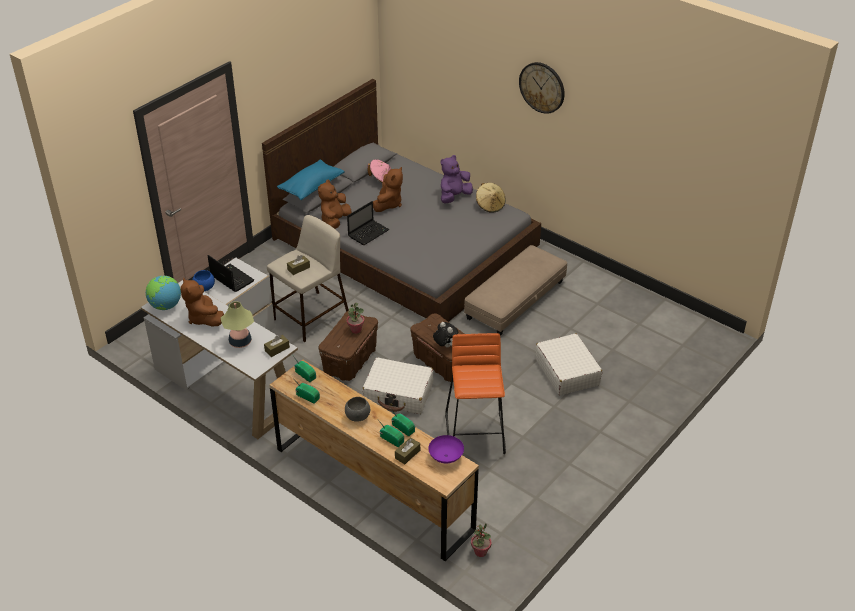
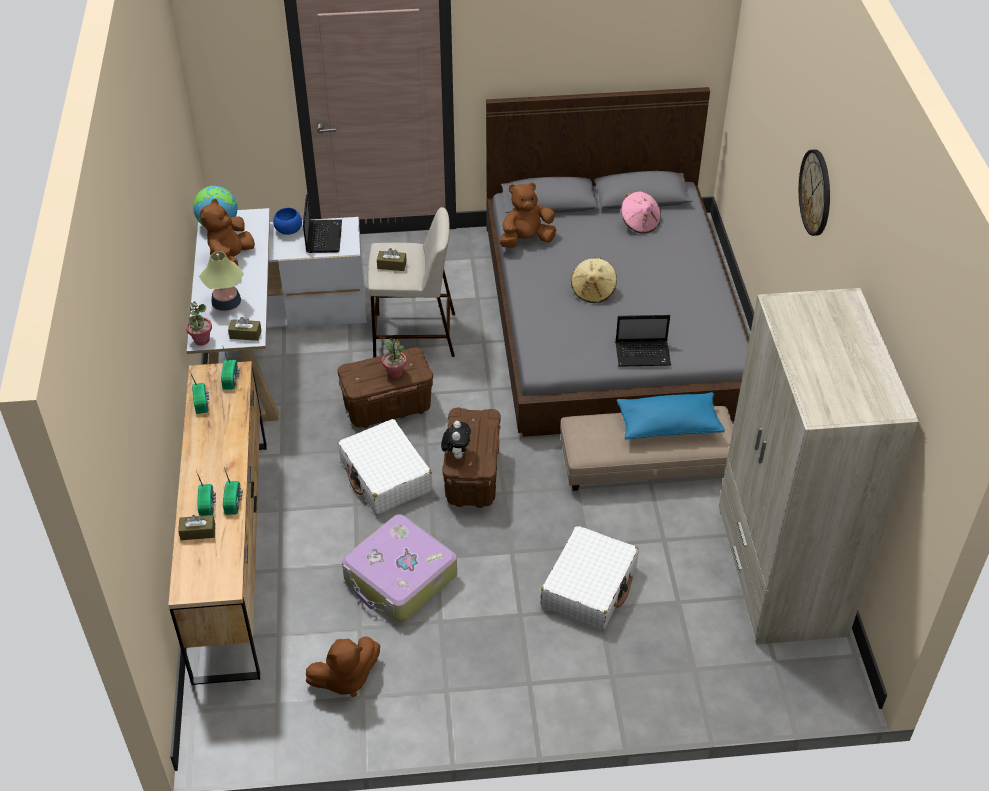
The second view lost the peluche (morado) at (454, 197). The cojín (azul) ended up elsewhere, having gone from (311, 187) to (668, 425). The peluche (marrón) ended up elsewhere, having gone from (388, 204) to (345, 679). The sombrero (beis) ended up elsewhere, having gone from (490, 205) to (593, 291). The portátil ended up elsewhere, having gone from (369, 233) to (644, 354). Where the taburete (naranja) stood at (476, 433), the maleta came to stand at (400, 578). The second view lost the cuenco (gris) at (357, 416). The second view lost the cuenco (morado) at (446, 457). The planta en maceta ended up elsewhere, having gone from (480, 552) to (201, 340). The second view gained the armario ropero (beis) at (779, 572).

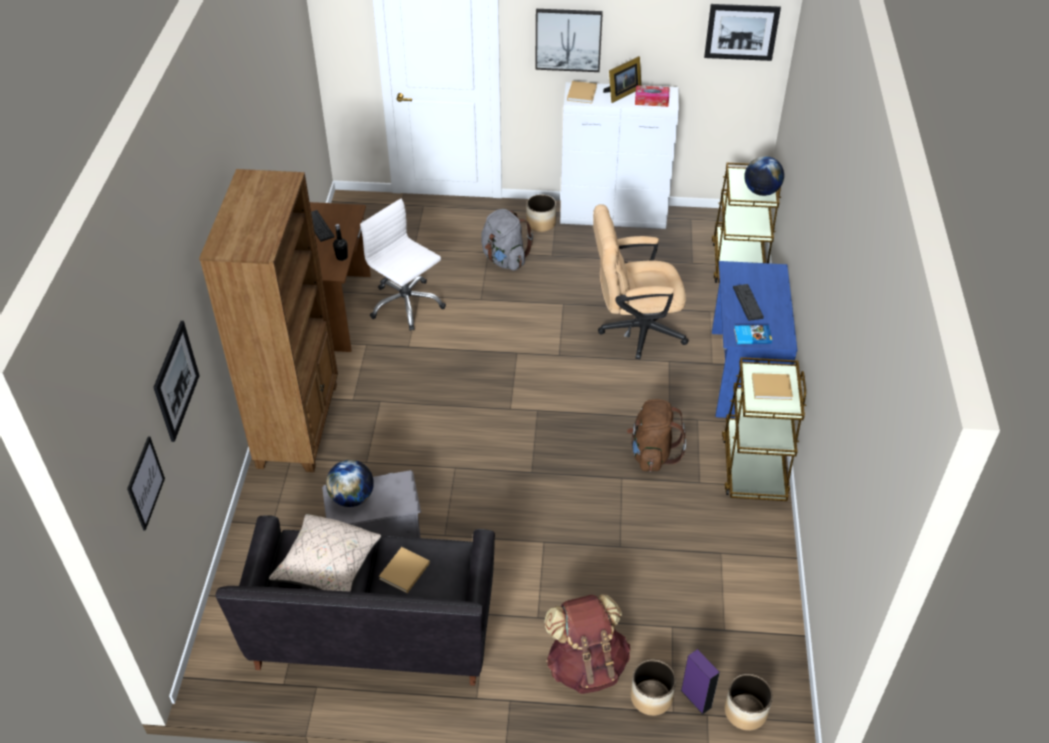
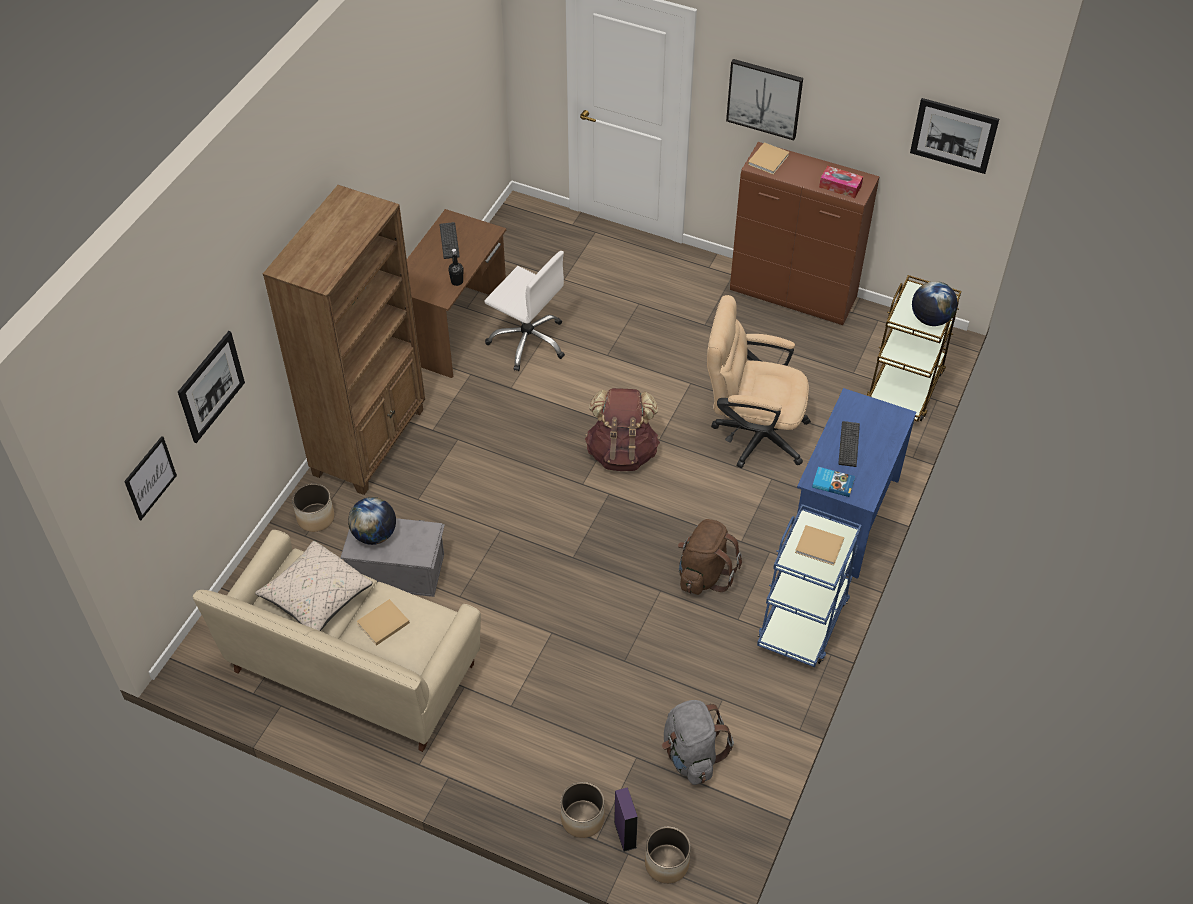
The second view lost the portarretratos at (621, 93). What was the armario (blanco) at (614, 216) turned into the armario (marrón) at (794, 295). The maceta ended up elsewhere, having gone from (540, 223) to (315, 517). The silla de oficina (blanco) at (406, 305) ended up facing another way, 150 degrees clockwise from before. The mochila (gris) ended up elsewhere, having gone from (504, 259) to (691, 755). What was the carrito (marrón) at (753, 466) turned into the carrito (azul) at (803, 619). What was the sofá (negro) at (373, 629) turned into the sofá (beis) at (353, 668). The mochila (marrón) ended up elsewhere, having gone from (586, 665) to (622, 452).

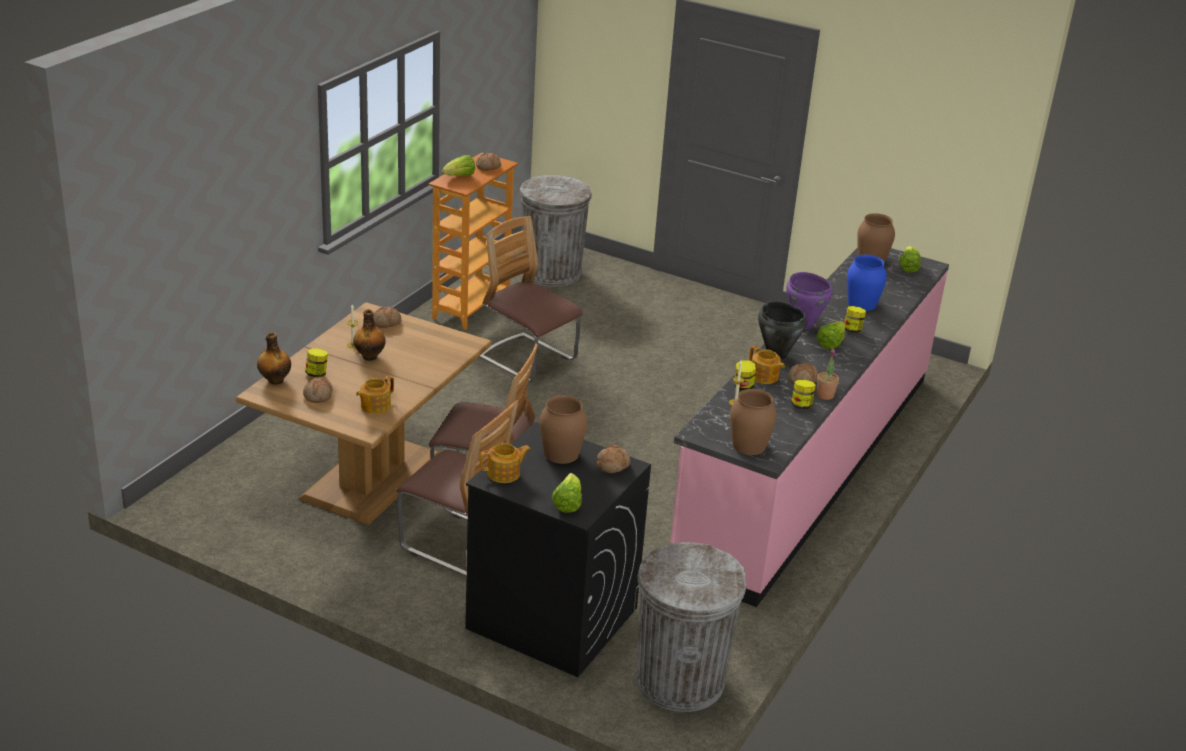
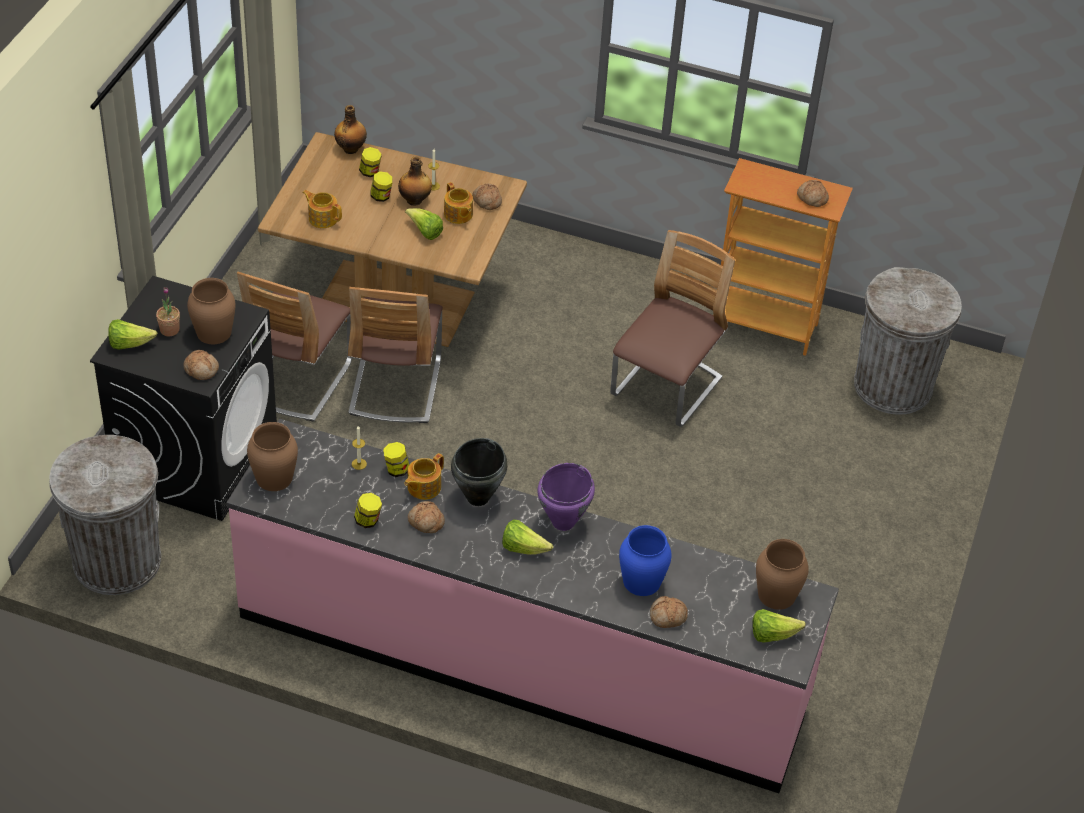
The lechuga ended up elsewhere, having gone from (459, 177) to (425, 232). The tarro ended up elsewhere, having gone from (852, 330) to (381, 196). The planta en maceta ended up elsewhere, having gone from (825, 395) to (169, 330). The pan ended up elsewhere, having gone from (318, 395) to (668, 617). The tetera ended up elsewhere, having gone from (504, 474) to (458, 215).

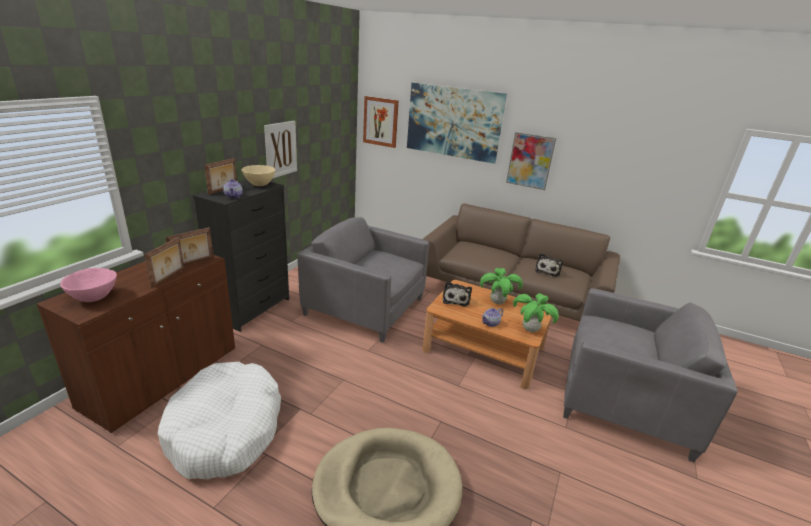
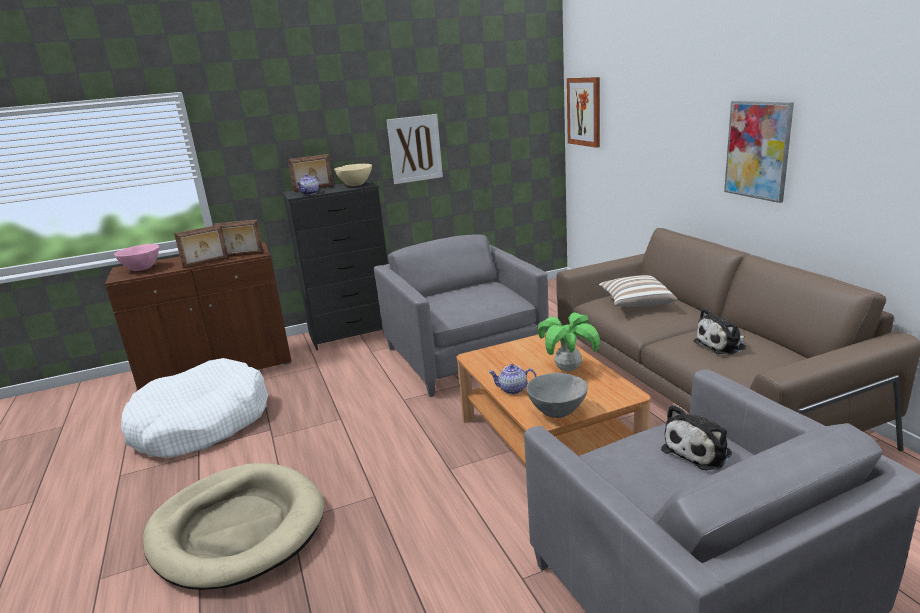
The second view lost the cuadro at (453, 122). The peluche ended up elsewhere, having gone from (456, 299) to (699, 451). Where the planta en maceta stood at (530, 330), the cuenco (gris) came to stand at (557, 413). The second view gained the cojín at (635, 303).

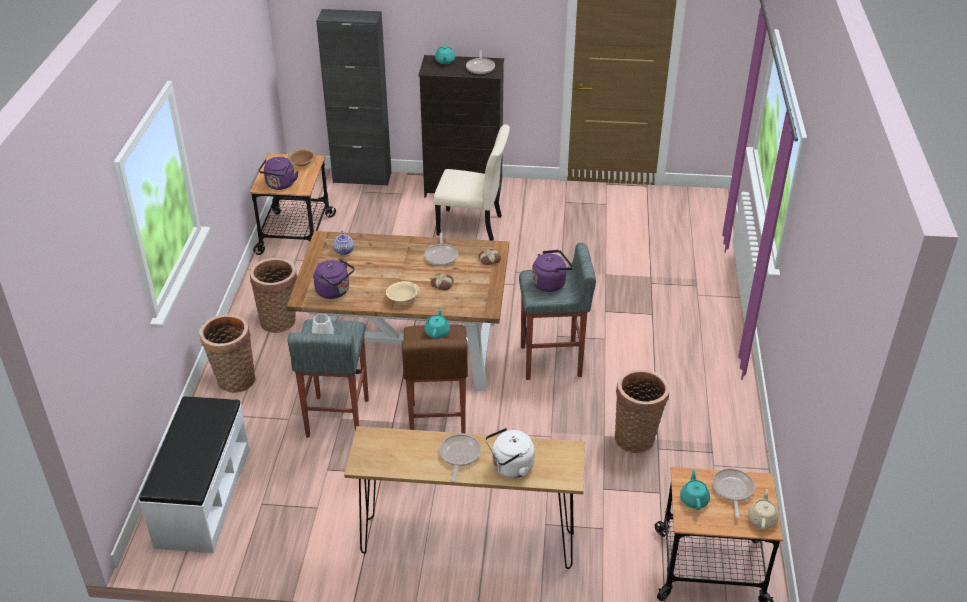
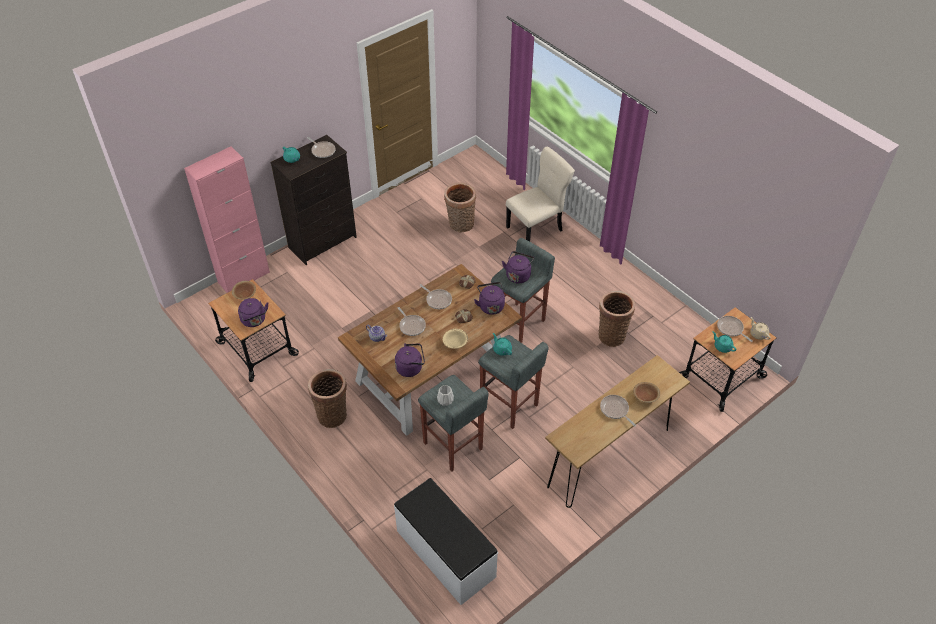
What was the armario (negro) at (362, 177) turned into the armario (rosa) at (244, 277). The silla (beis) ended up elsewhere, having gone from (472, 226) to (536, 228). The cesta ended up elsewhere, having gone from (233, 380) to (460, 225). What was the taburete (marrón) at (436, 424) turned into the taburete (gris) at (509, 406). Where the hervidor (blanco) stood at (510, 468), the cuenco (marrón) came to stand at (645, 396). The second view gained the hervidor (morado) at (490, 305). The second view gained the sartén at (411, 326).

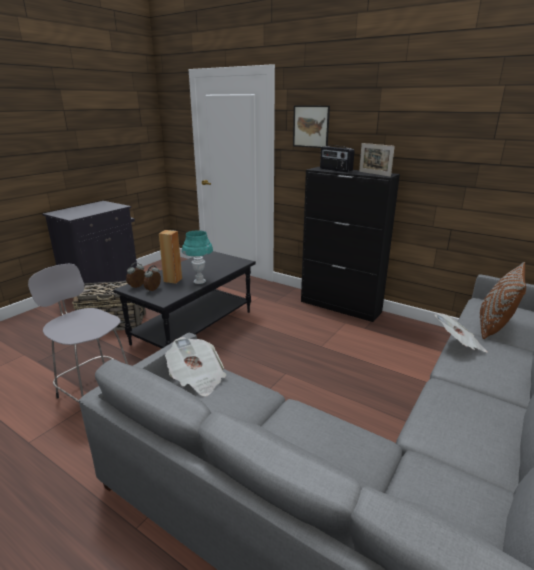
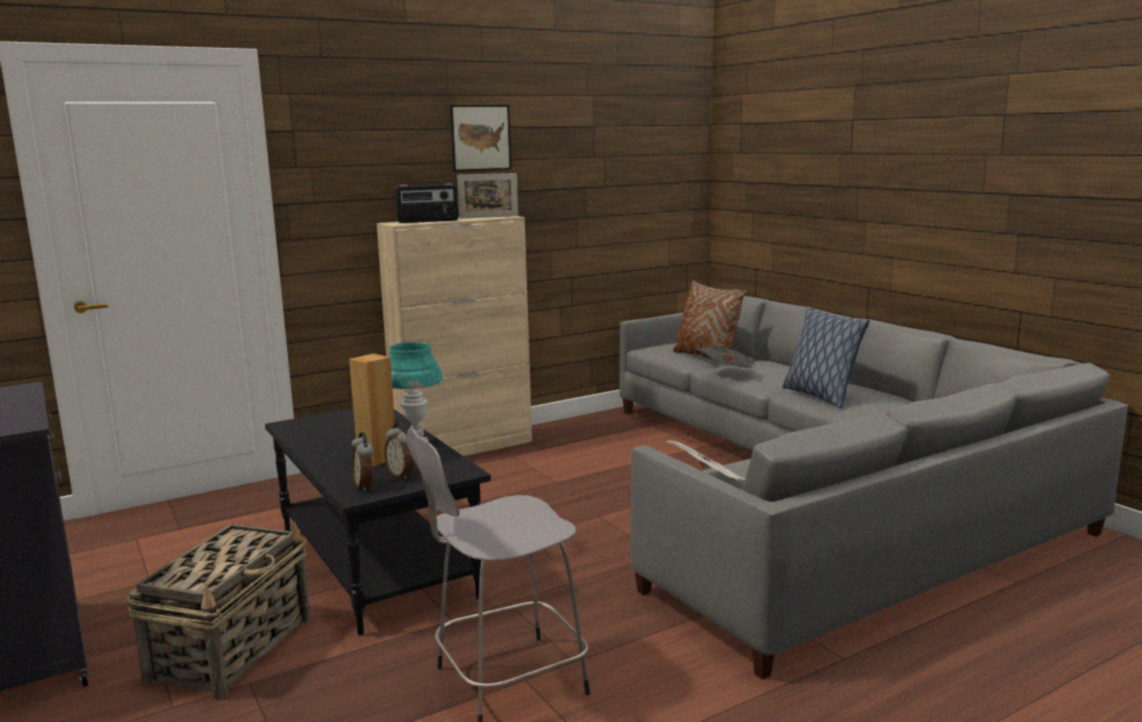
The cuadro ended up elsewhere, having gone from (311, 126) to (480, 137). What was the armario (negro) at (340, 307) turned into the armario (beis) at (464, 448). The second view gained the cojín at (820, 396).

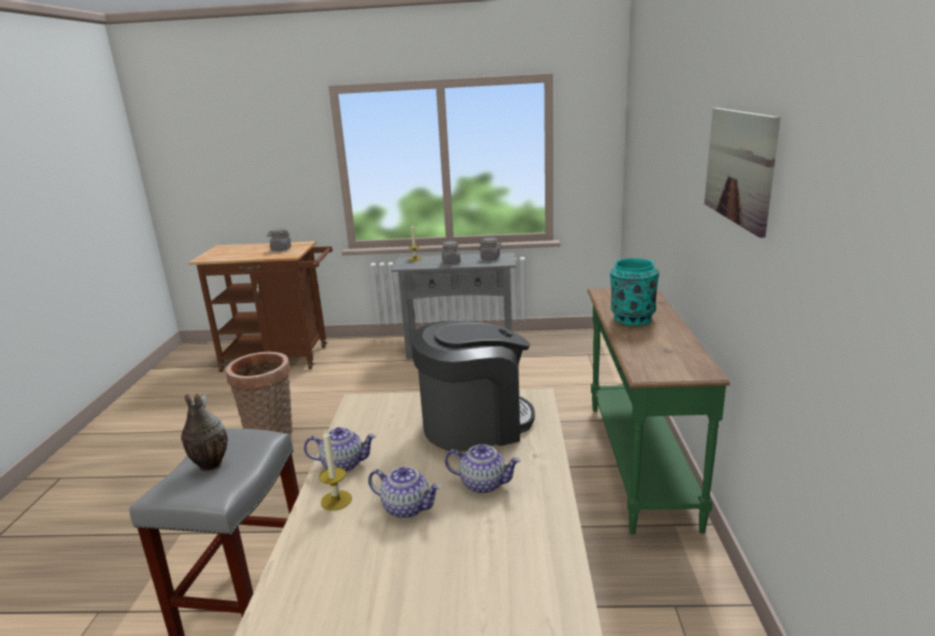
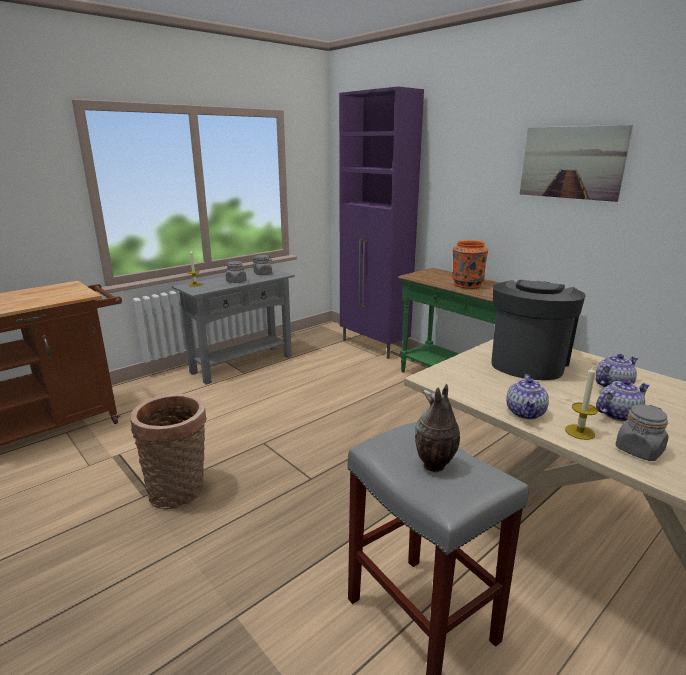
The tarro (gris) ended up elsewhere, having gone from (281, 249) to (639, 450). What was the florero (turquesa) at (631, 319) turned into the florero (naranja) at (467, 285). The tetera at (343, 464) ended up facing another way, 150 degrees clockwise from before. The second view gained the armario (morado) at (374, 346).

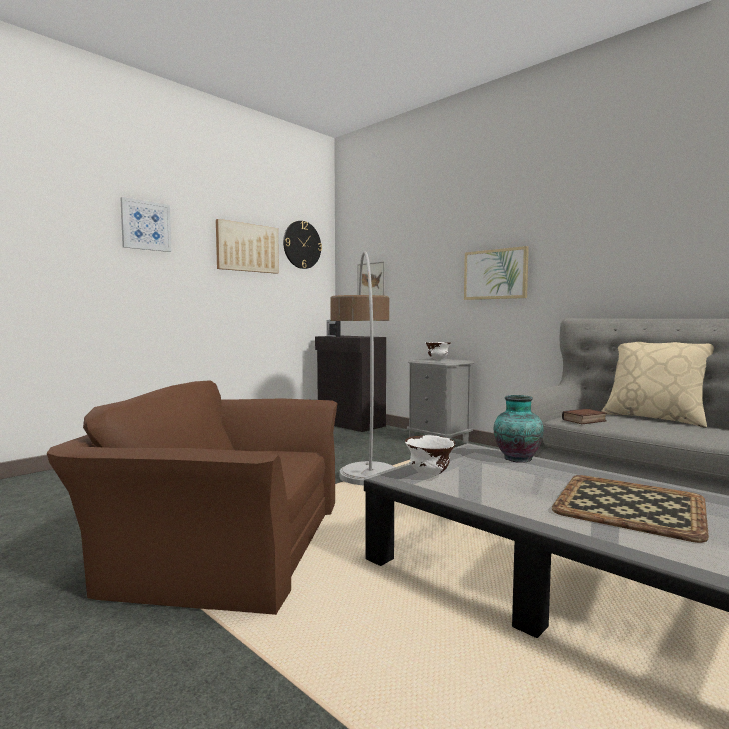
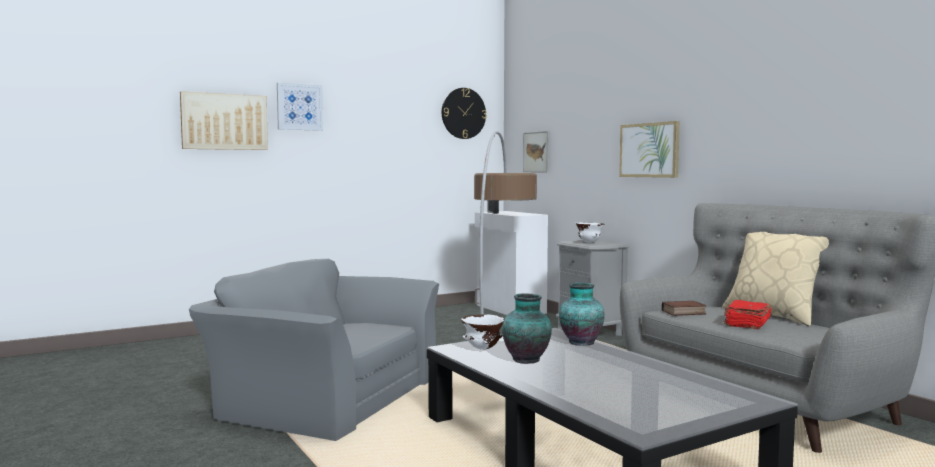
The cuadro ended up elsewhere, having gone from (247, 247) to (224, 122). What was the armario (negro) at (350, 424) turned into the armario (blanco) at (510, 309). What was the sillón (marrón) at (225, 542) turned into the sillón (gris) at (326, 396). The second view lost the bandeja at (628, 506). The second view gained the florero at (527, 359). The second view gained the libro (rojo) at (746, 323).

